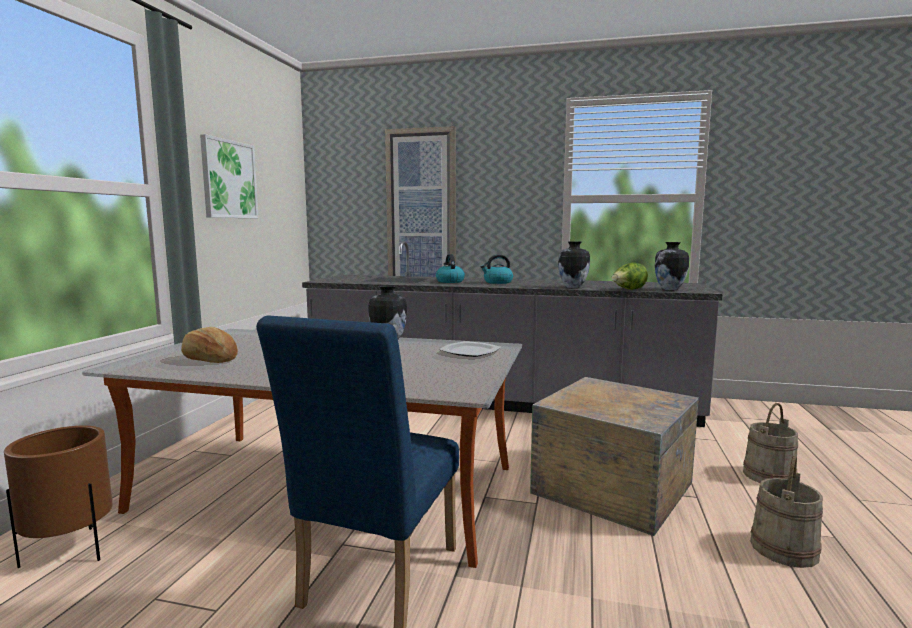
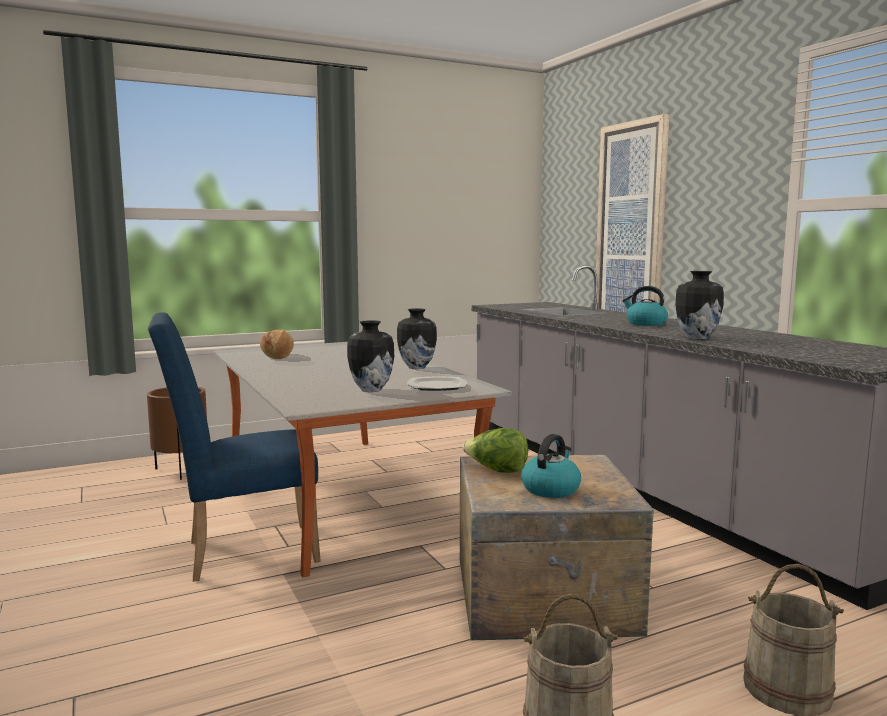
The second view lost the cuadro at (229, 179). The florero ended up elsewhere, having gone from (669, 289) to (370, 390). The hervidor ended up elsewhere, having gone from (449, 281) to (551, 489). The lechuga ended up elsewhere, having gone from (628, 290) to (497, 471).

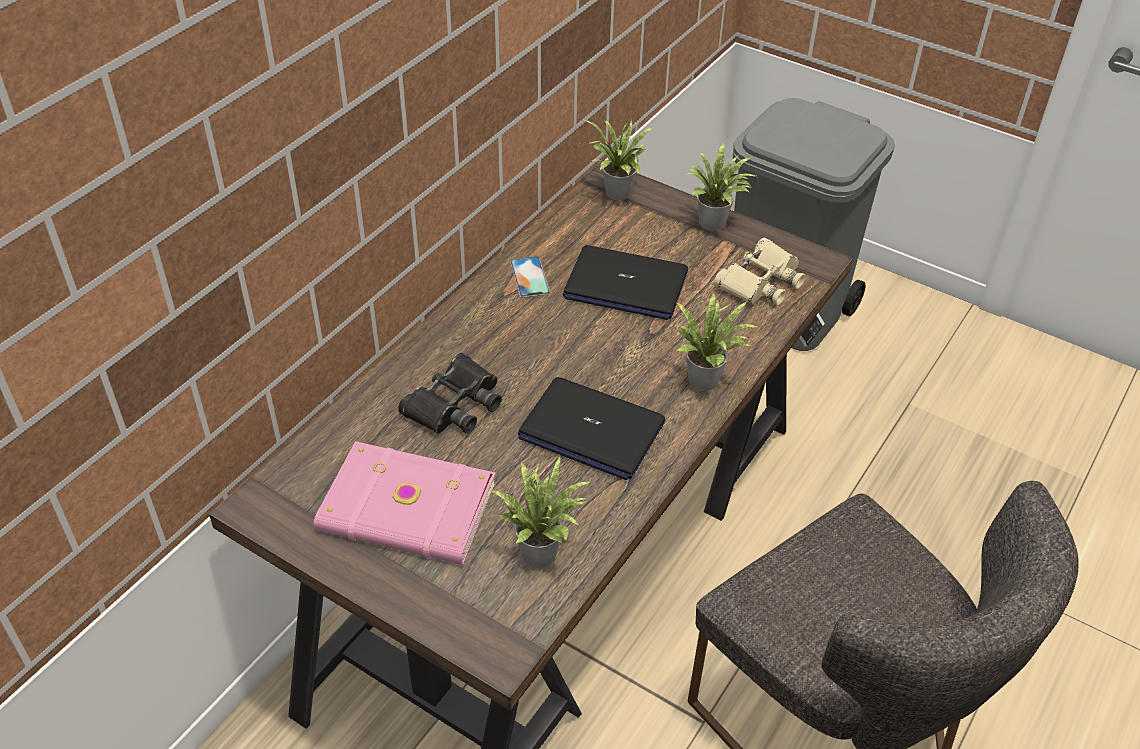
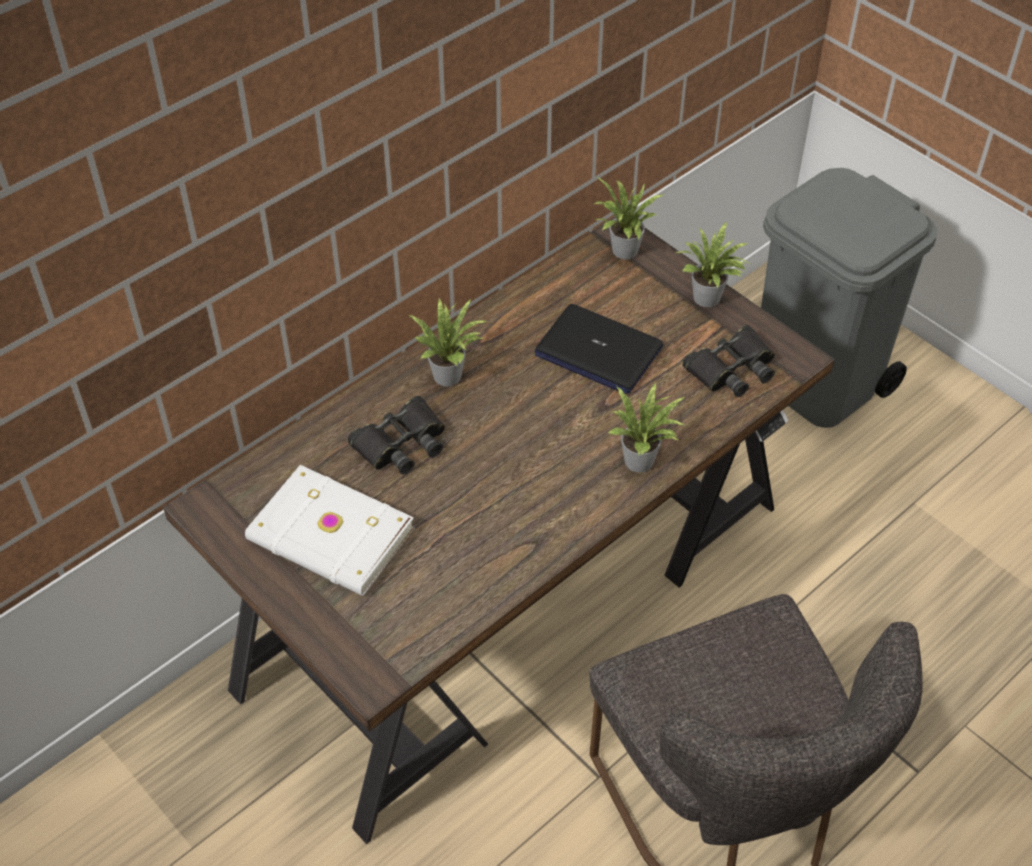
What was the prismáticos (beis) at (760, 281) turned into the prismáticos (negro) at (731, 368). The second view lost the móvil at (529, 277). The second view lost the portátil at (590, 430). What was the libro (rosa) at (407, 511) turned into the libro (blanco) at (330, 537). The planta en maceta ended up elsewhere, having gone from (542, 550) to (450, 374).

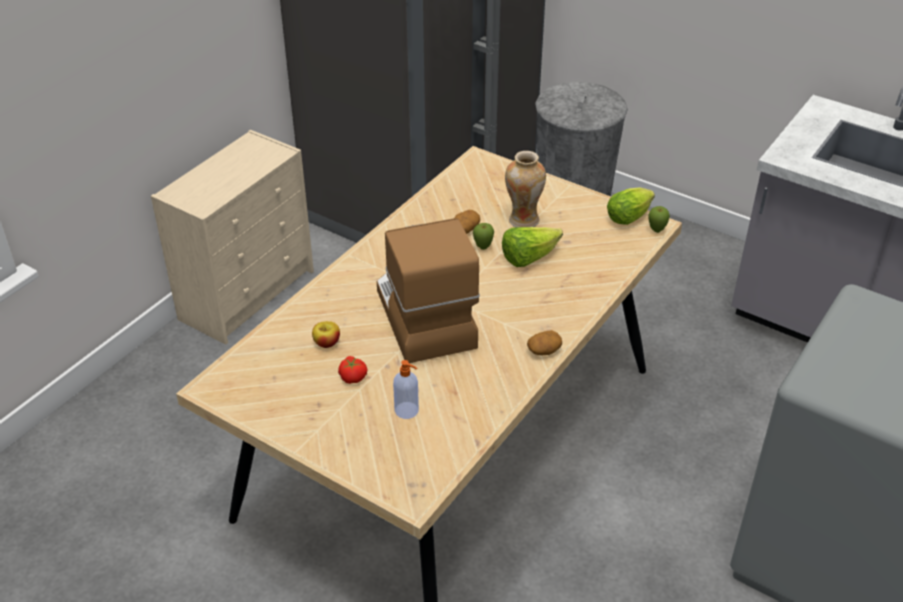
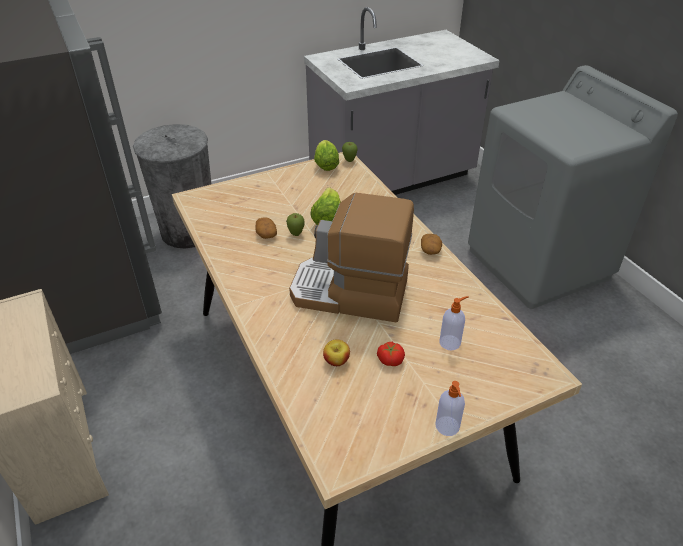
The second view lost the florero at (523, 220). The second view gained the dispensador de jabón at (447, 427).

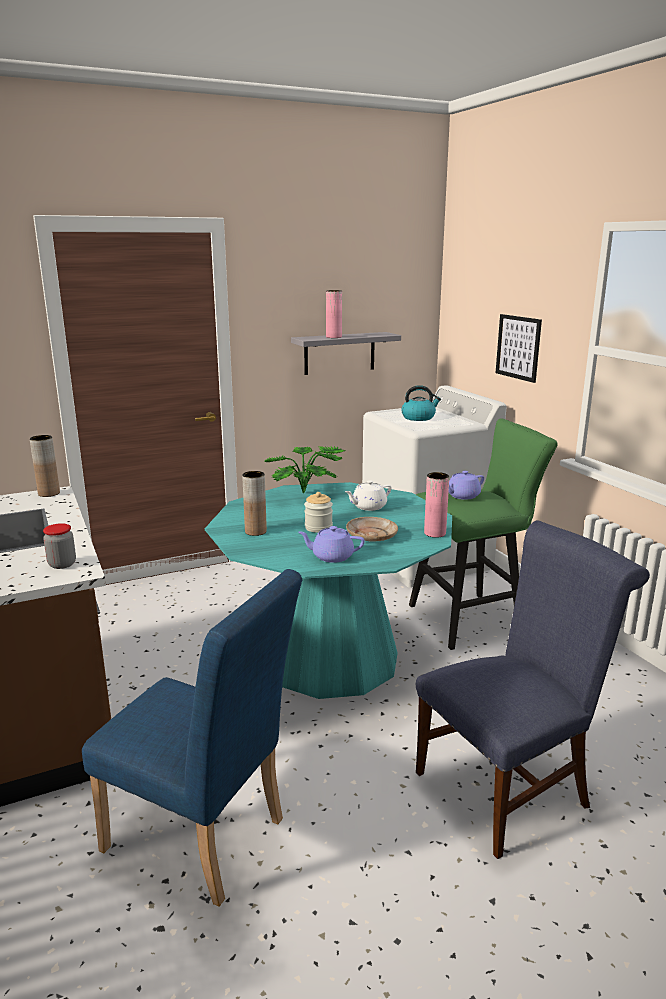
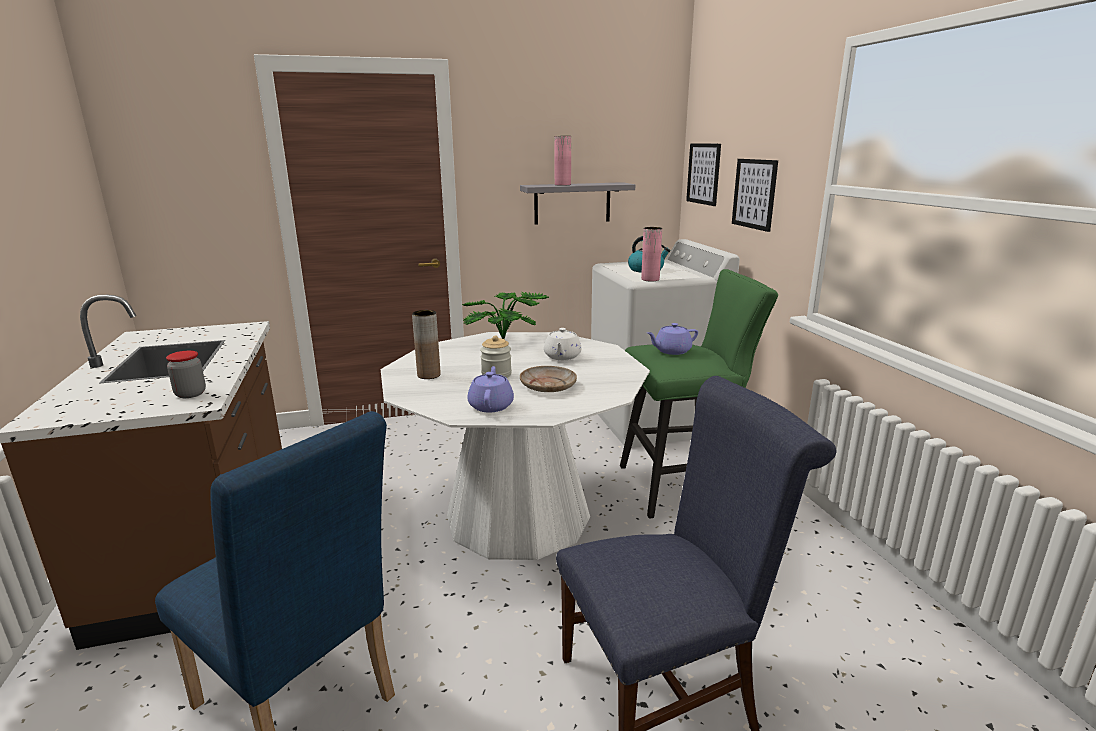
The second view lost the florero (marrón) at (49, 493). The florero (rosa) ended up elsewhere, having gone from (435, 533) to (650, 279). The tetera (blanco) at (368, 507) ended up facing another way, 60 degrees counterclockwise from before. What was the mesa de comedor (turquesa) at (331, 658) turned into the mesa de comedor (blanco) at (518, 516). The tetera (morado) at (331, 556) ended up facing another way, 75 degrees clockwise from before. The second view gained the cuadro at (703, 174).

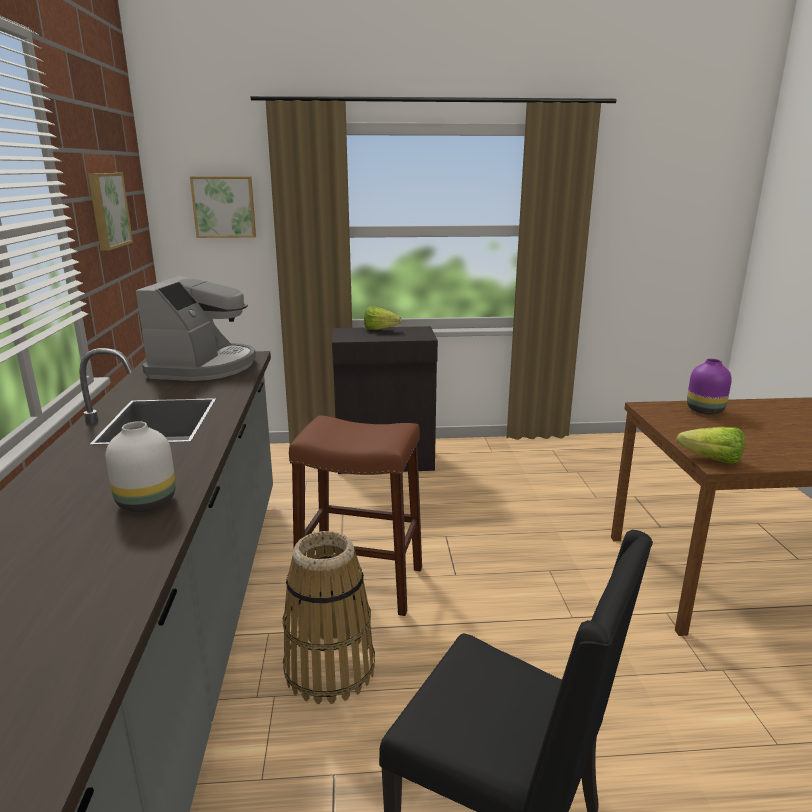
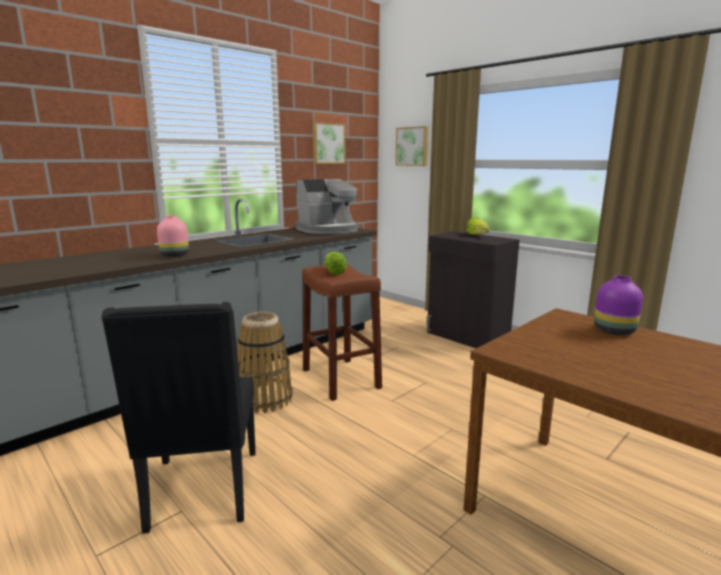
What was the florero (blanco) at (146, 502) turned into the florero (rosa) at (175, 255). The lechuga ended up elsewhere, having gone from (706, 459) to (334, 271).

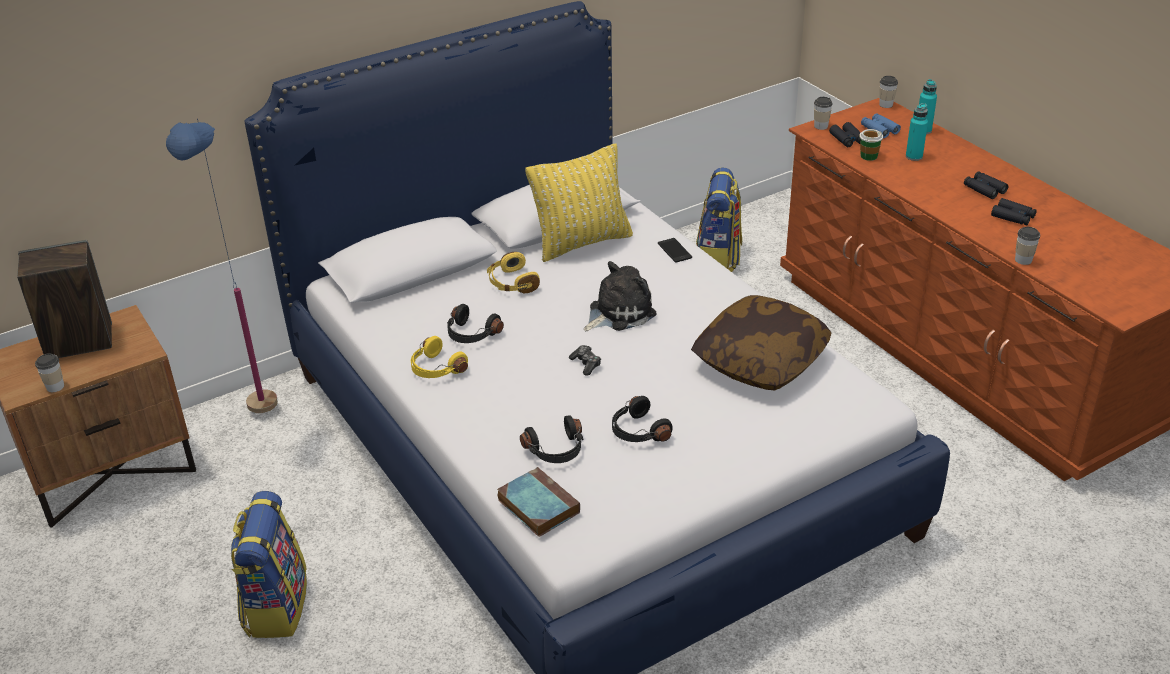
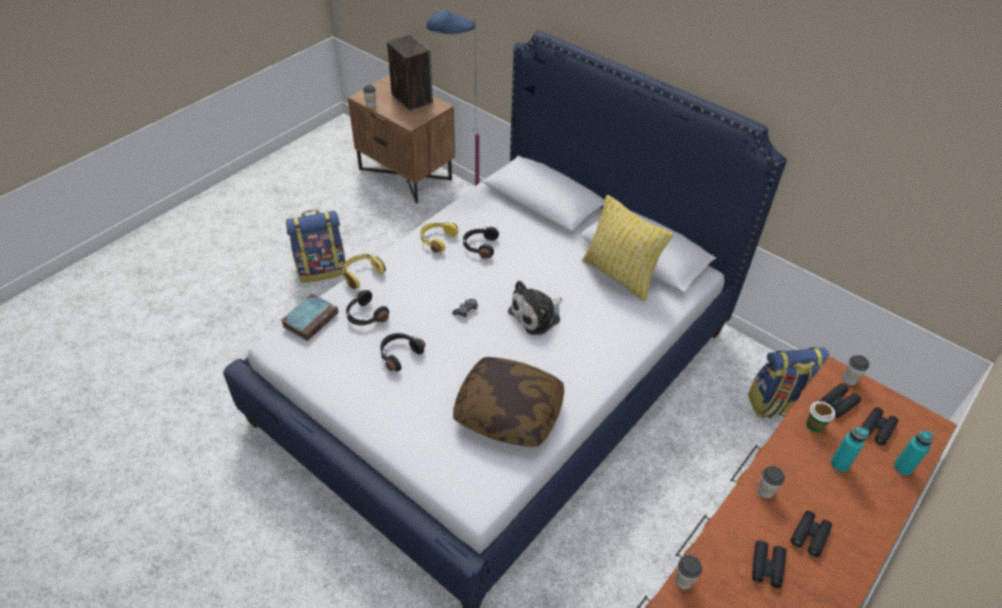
The taza ended up elsewhere, having gone from (886, 104) to (765, 491). What was the prismáticos (azul) at (879, 129) turned into the prismáticos (negro) at (877, 428). The second view lost the móvil at (674, 250). The auriculares (amarillo) ended up elsewhere, having gone from (512, 283) to (361, 274). The peluche at (618, 312) ended up facing another way, 105 degrees clockwise from before.

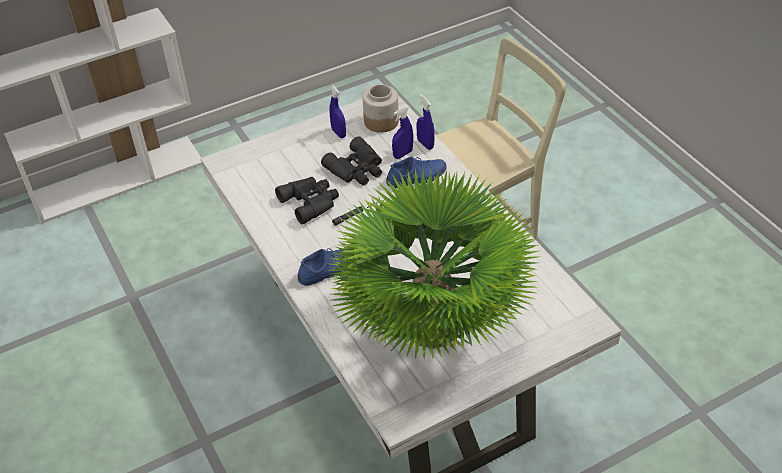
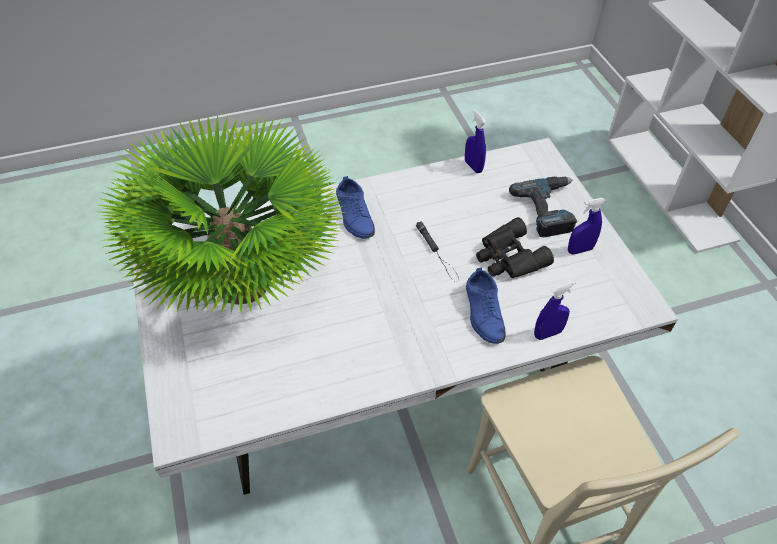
The second view lost the tarro at (380, 121). The pulverizador (azul) ended up elsewhere, having gone from (403, 154) to (473, 166). The second view lost the prismáticos (negro) at (311, 201). The second view gained the taladro at (549, 209).

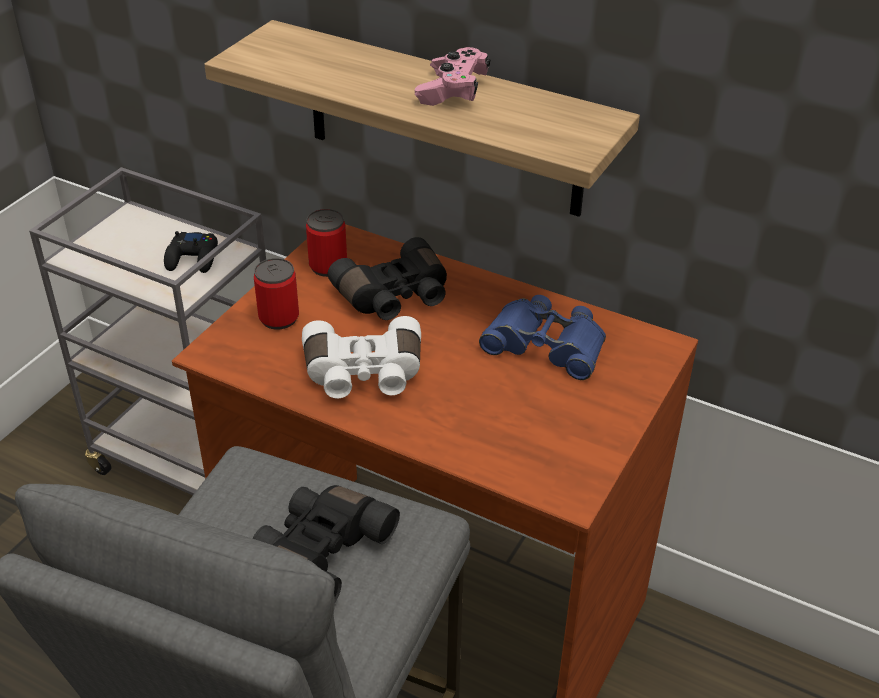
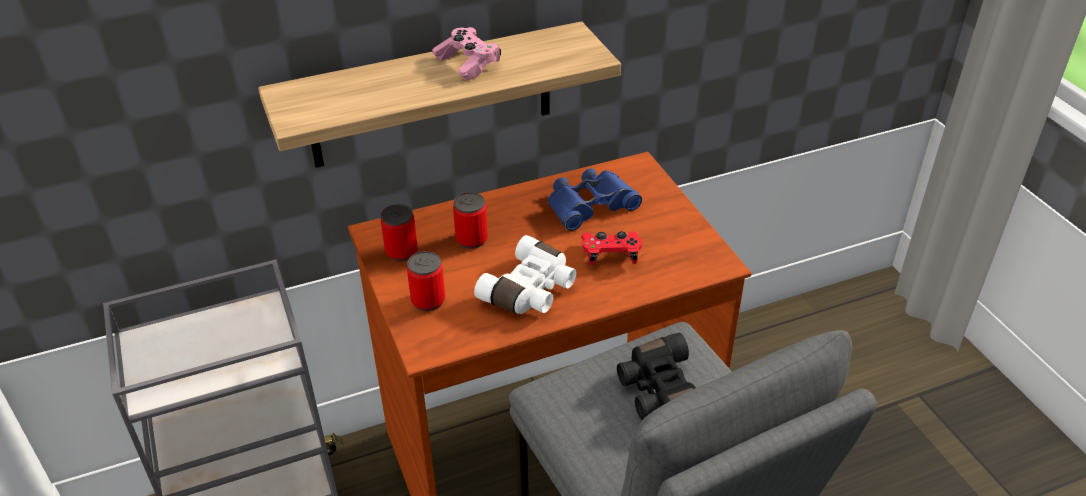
The second view lost the mando de consola (negro) at (193, 258). Where the prismáticos (negro) stood at (395, 297), the lata came to stand at (471, 239). The second view gained the mando de consola (rojo) at (610, 255).

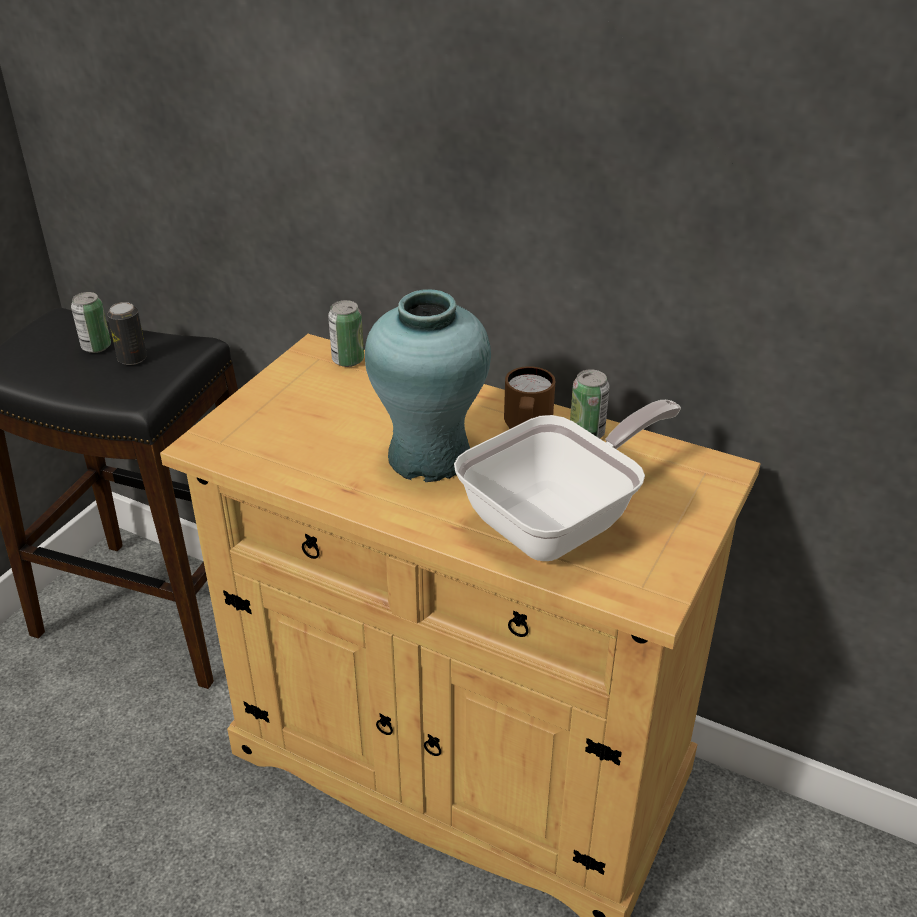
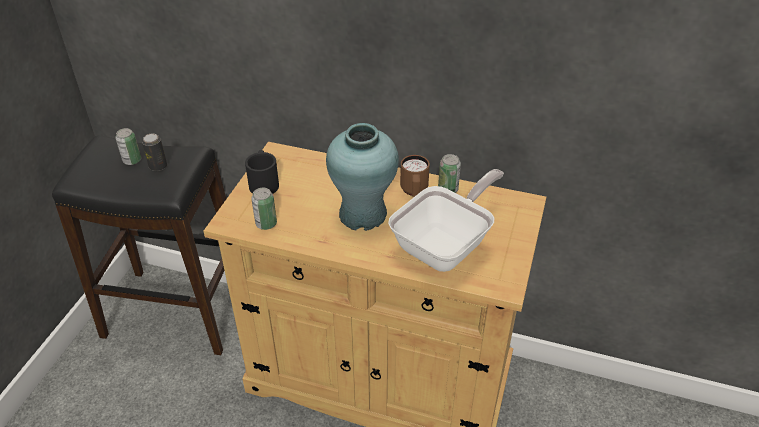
The lata ended up elsewhere, having gone from (348, 360) to (266, 224). The second view gained the taza grande (negro) at (264, 182).

